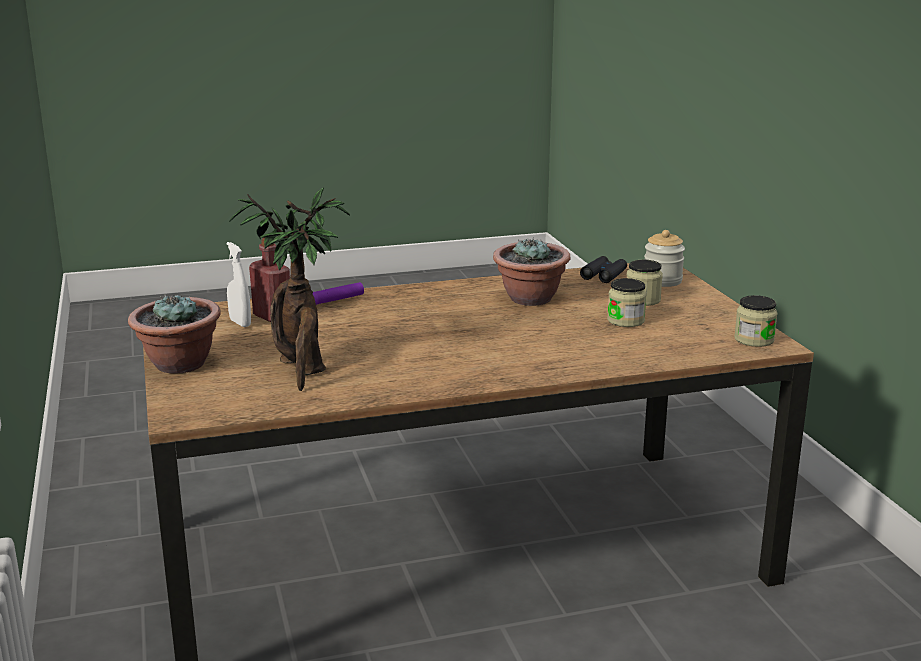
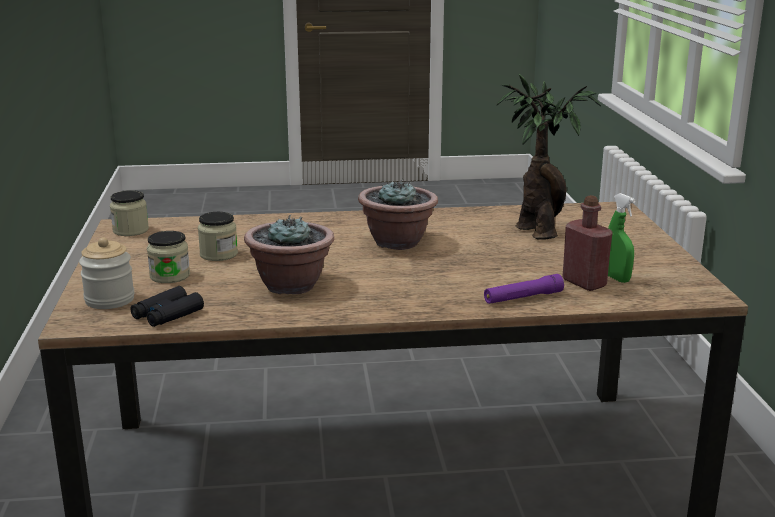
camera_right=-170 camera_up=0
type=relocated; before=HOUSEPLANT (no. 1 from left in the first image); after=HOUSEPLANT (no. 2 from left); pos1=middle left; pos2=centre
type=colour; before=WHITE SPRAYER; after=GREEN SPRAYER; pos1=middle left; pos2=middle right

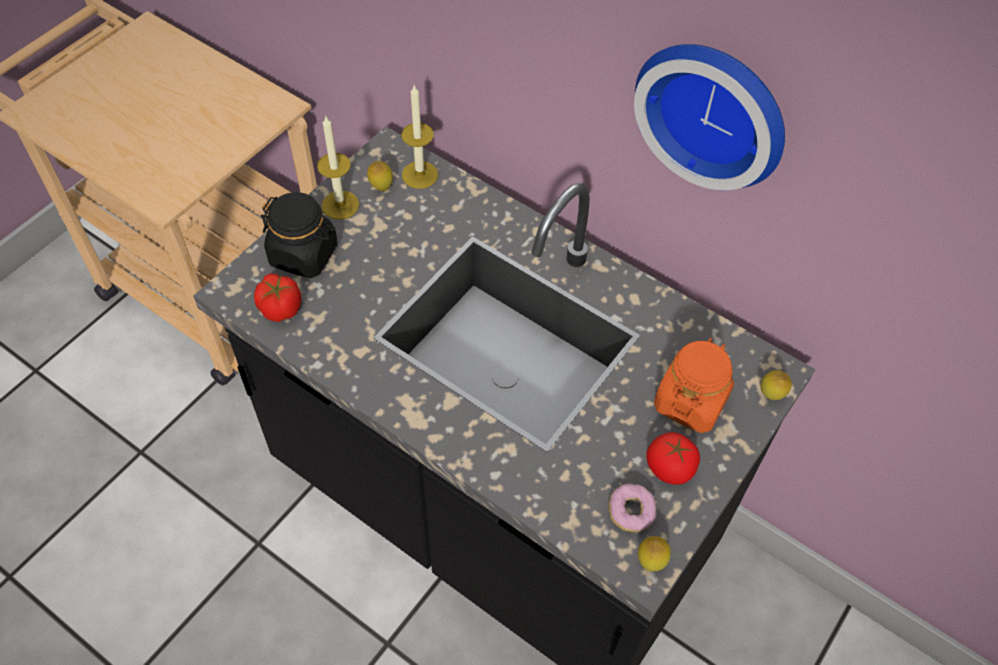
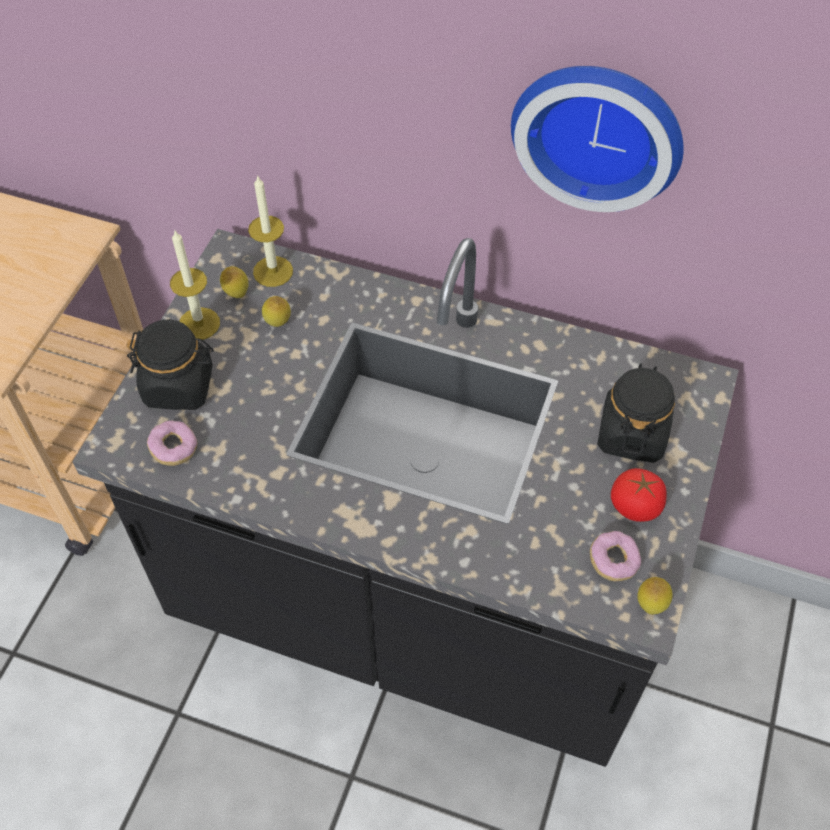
camera_right=-15 camera_up=0
type=relocated; before=LEMON (no. 3 from left in the first image); after=LEMON (no. 2 from left); pos1=middle right; pos2=middle left
type=exchanged; before=TOMATO (no. 1 from left); after=DONUT (no. 1 from left); pos1=middle left; pos2=middle left
type=colour; before=ORANGE PRESERVE JAR; after=BLACK PRESERVE JAR (no. 2 from left); pos1=middle right; pos2=middle right

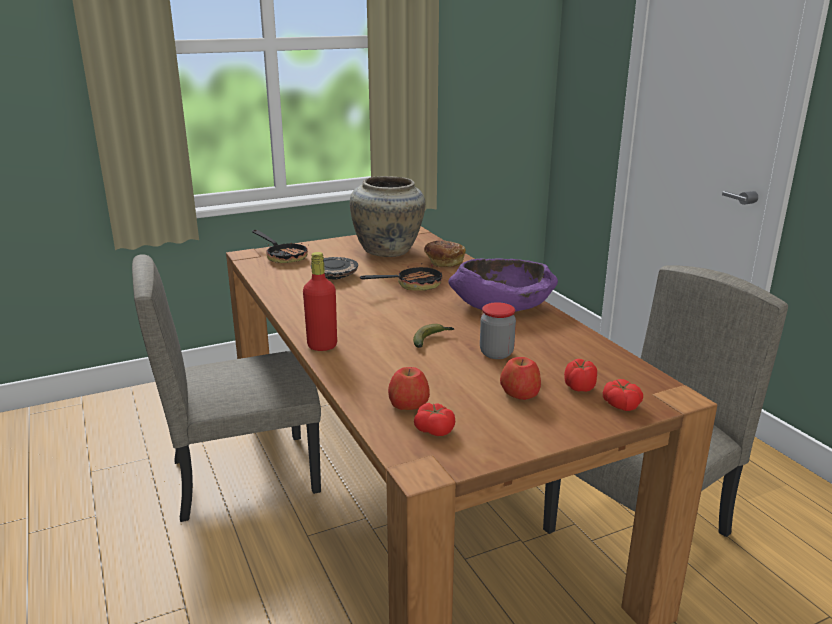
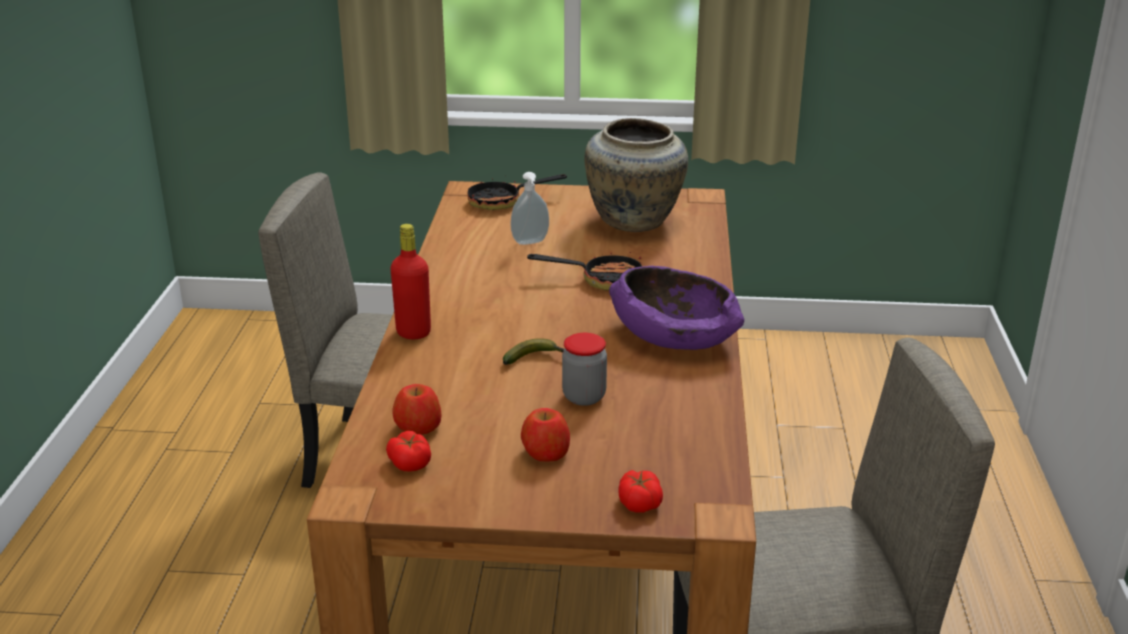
camera_right=30 camera_up=5
type=missing; before=BAKERY BREAD; pos1=centre
type=missing; before=TOMATO (no. 2 from left); pos1=middle right
type=exchanged; before=BLACK DINNER PLATE; after=SOAP BOTTLE; pos1=centre; pos2=top centre
type=spun; before=FRYING PAN (no. 1 from left); pos1=centre; pos2=top centre; turn=90

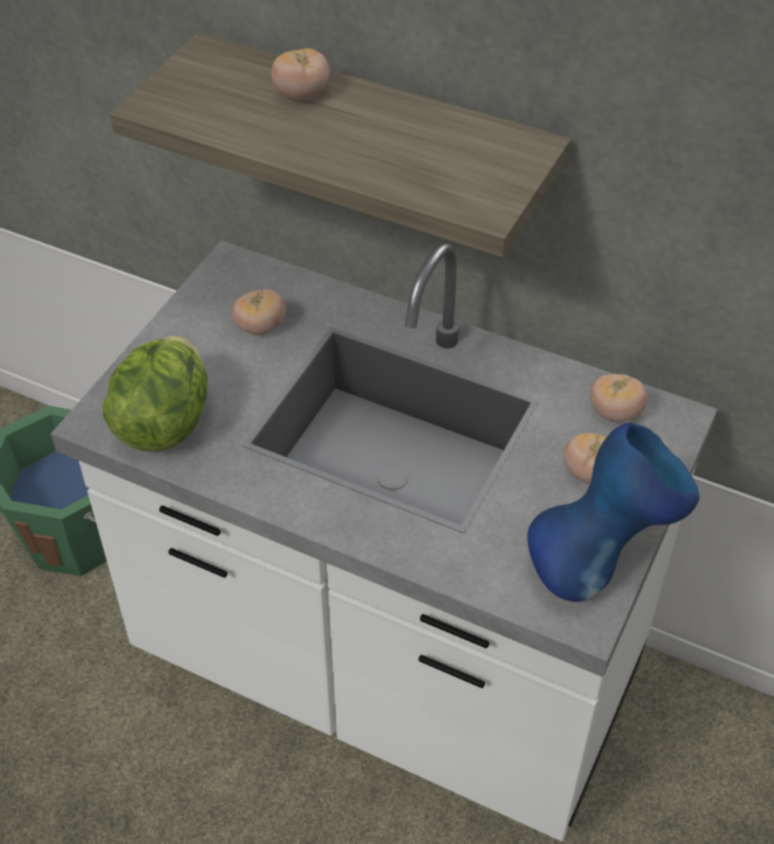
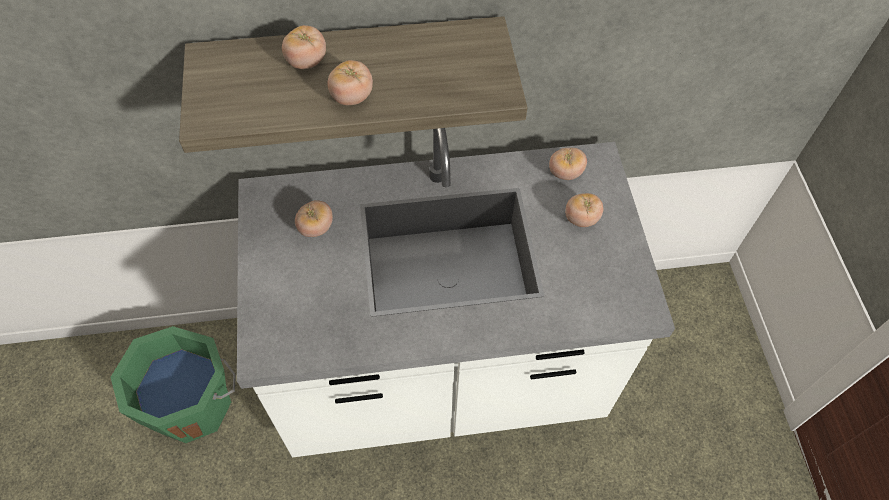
camera_right=-35 camera_up=10
type=missing; before=HEAD OF LETTUCE; pos1=middle left
type=missing; before=BLUE DECORATIVE VASE; pos1=middle right
type=appeared; after=TOMATO (no. 3 from left); pos2=top centre

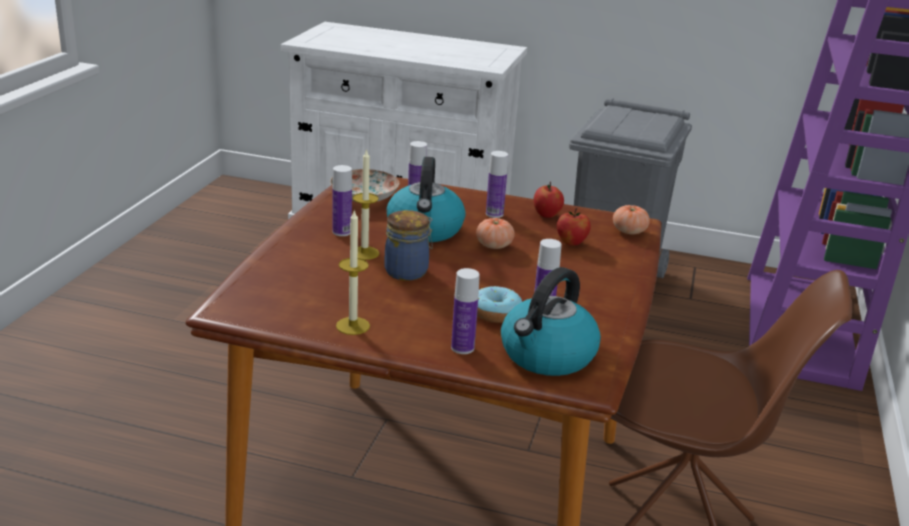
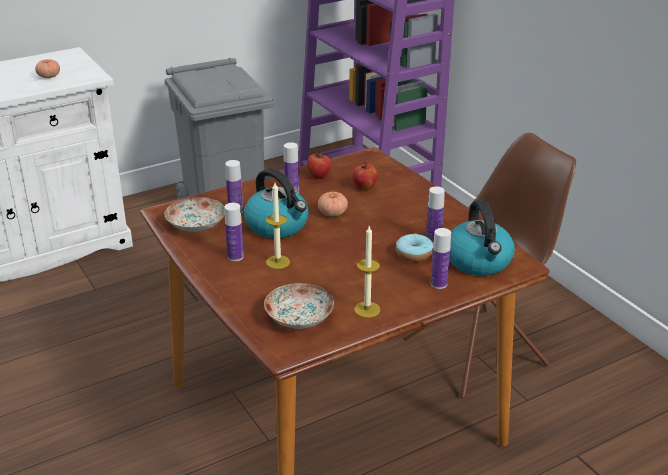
camera_right=-45 camera_up=5
type=missing; before=PRESERVE JAR; pos1=centre
type=appeared; after=DINNER PLATE (no. 2 from left); pos2=centre
type=relocated; before=TOMATO (no. 2 from left in the first image); after=TOMATO (no. 1 from left); pos1=middle right; pos2=top left

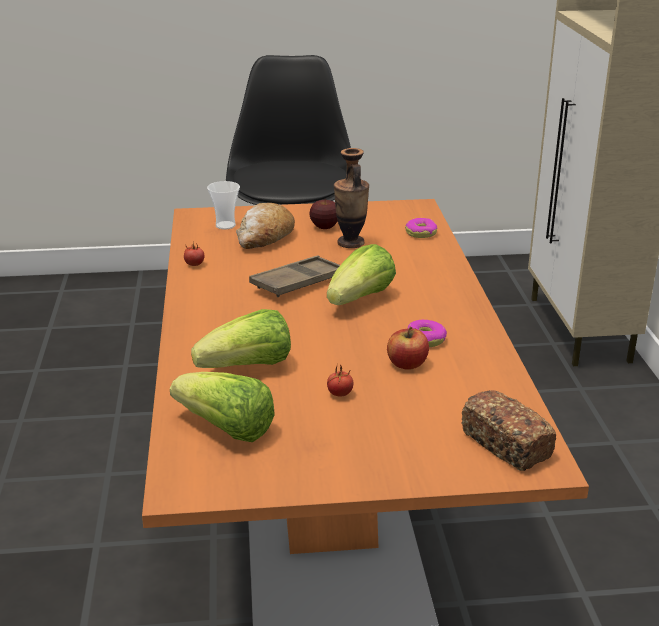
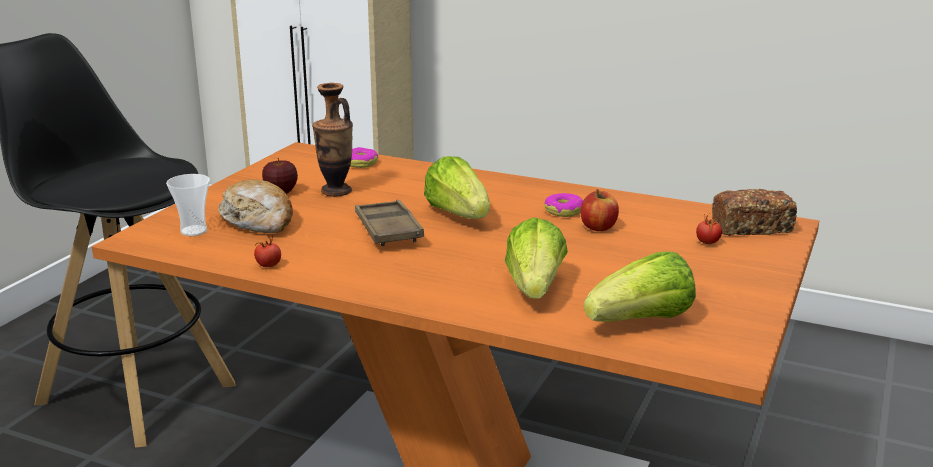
camera_right=-60 camera_up=-5
type=relocated; before=TOMATO (no. 2 from left); pos1=centre; pos2=middle right

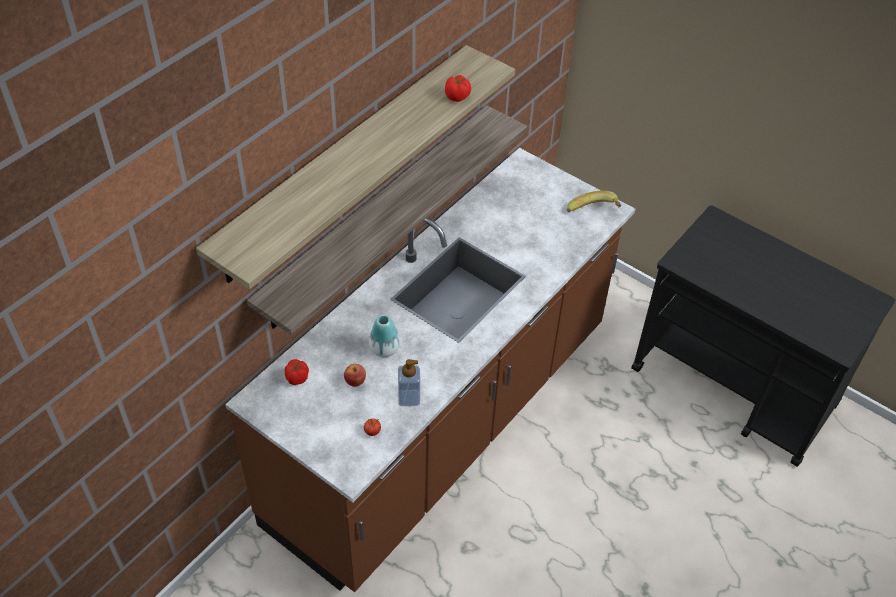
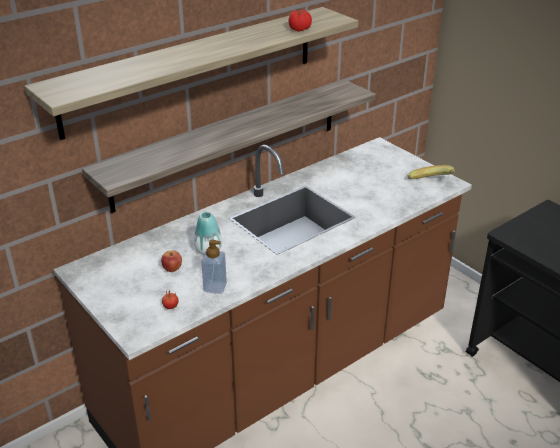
camera_right=15 camera_up=-15
type=missing; before=TOMATO (no. 1 from left); pos1=middle left

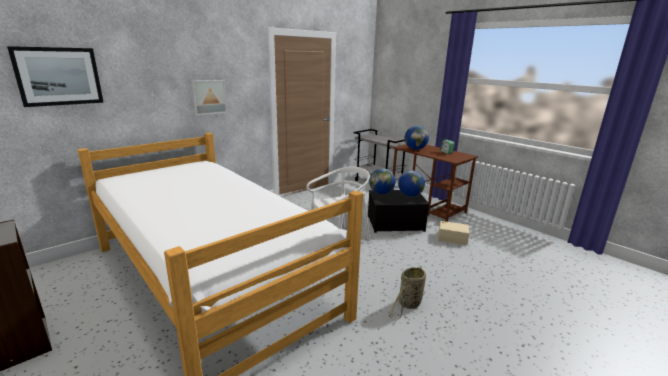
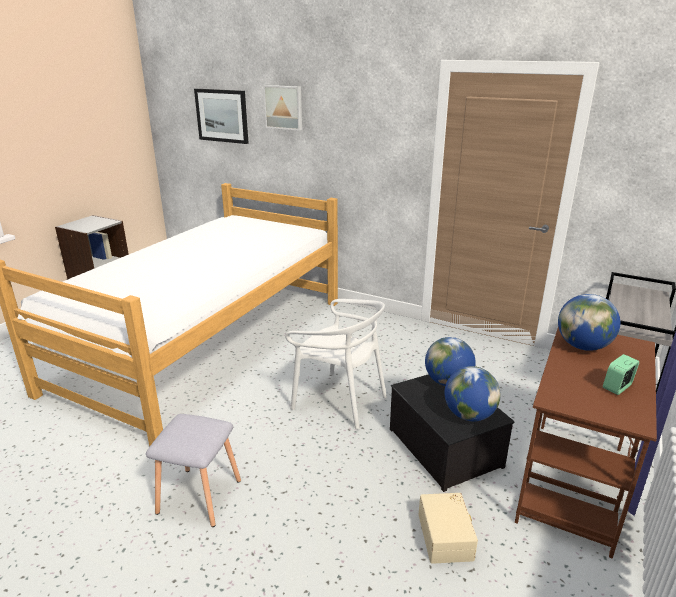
camera_right=70 camera_up=5
type=relocated; before=PICTURE (no. 2 from left); pos1=top left; pos2=top centre
type=exchanged; before=STORAGE BASKET; after=GRAY STOOL SEAT; pos1=bottom centre; pos2=bottom left

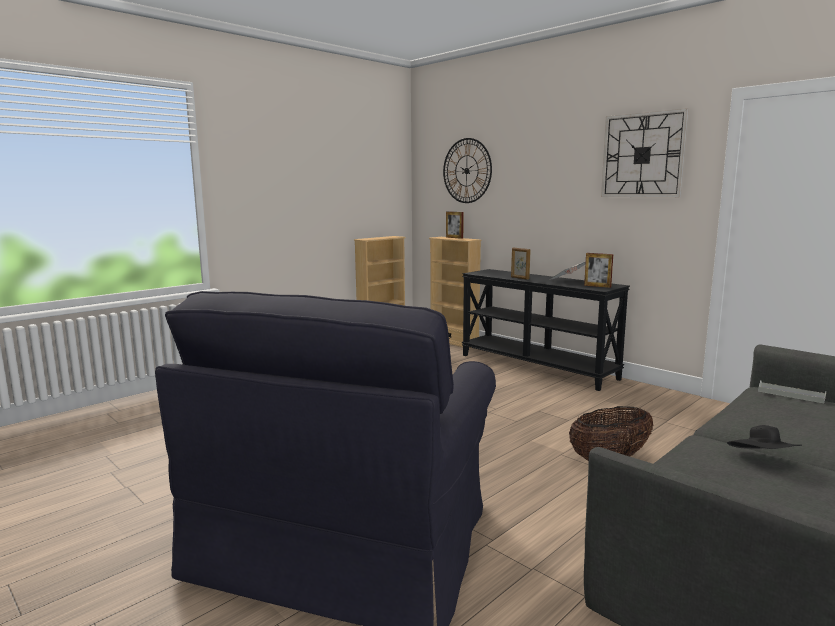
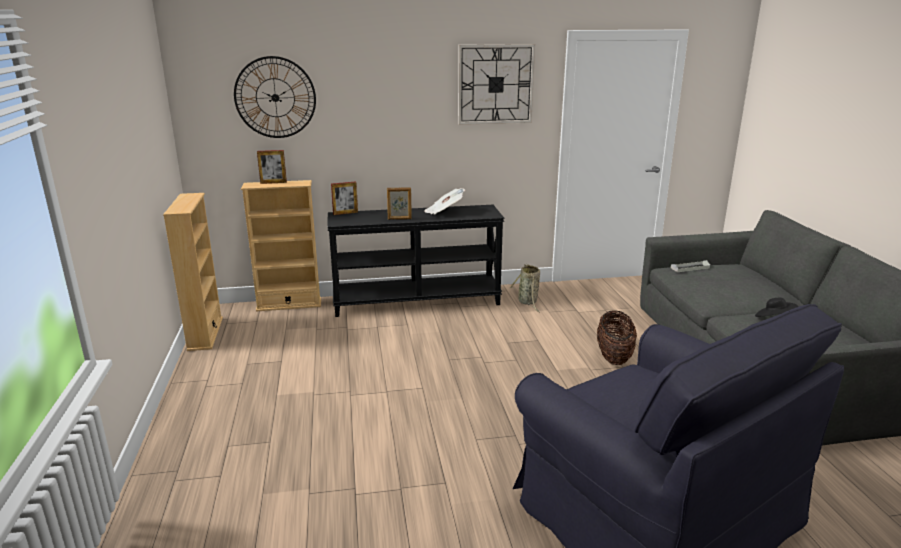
camera_right=-55 camera_up=10
type=appeared; after=STORAGE BASKET (no. 1 from left); pos2=centre
type=relocated; before=STANDING FRAME (no. 3 from left in the first image); after=STANDING FRAME (no. 2 from left); pos1=middle right; pos2=centre

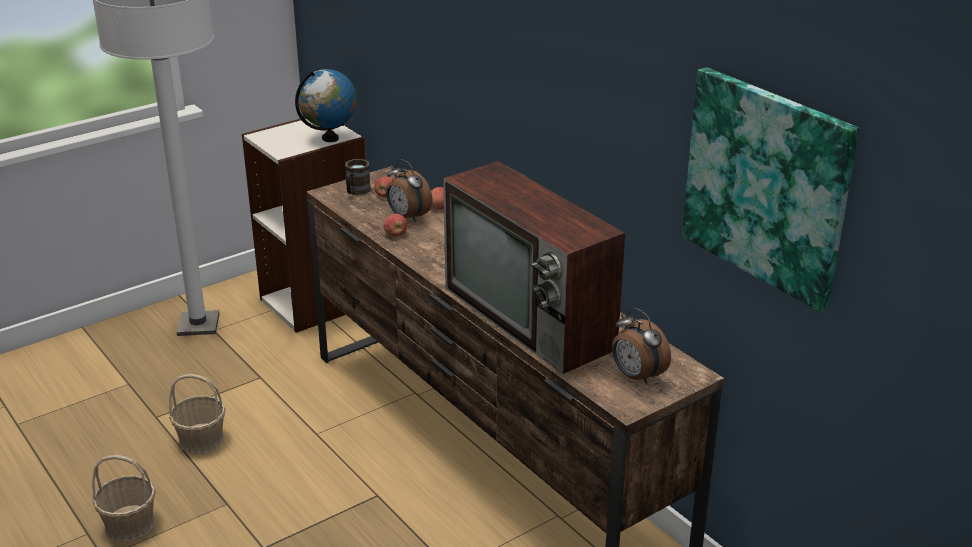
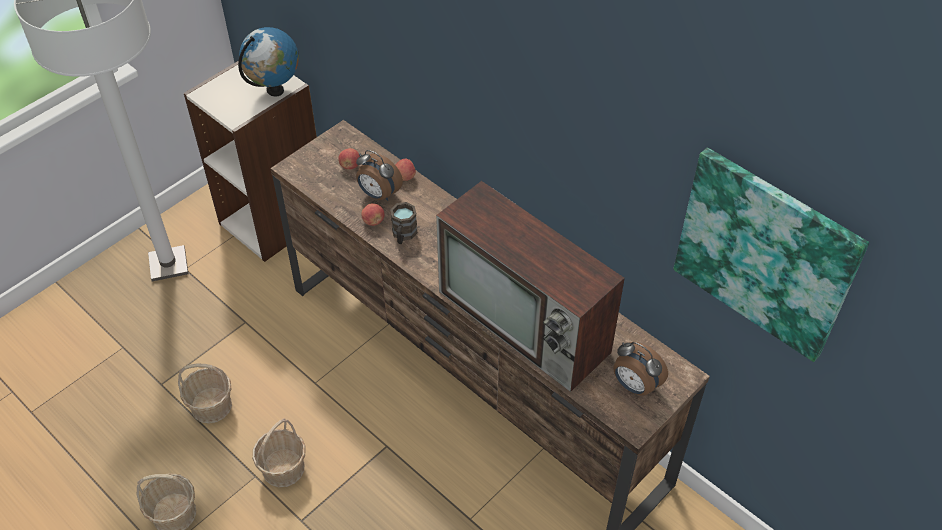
camera_right=-10 camera_up=20
type=appeared; after=STORAGE BASKET (no. 3 from left); pos2=bottom left
type=relocated; before=BROWN-COLOURED TEA MUG; pos1=top centre; pos2=centre

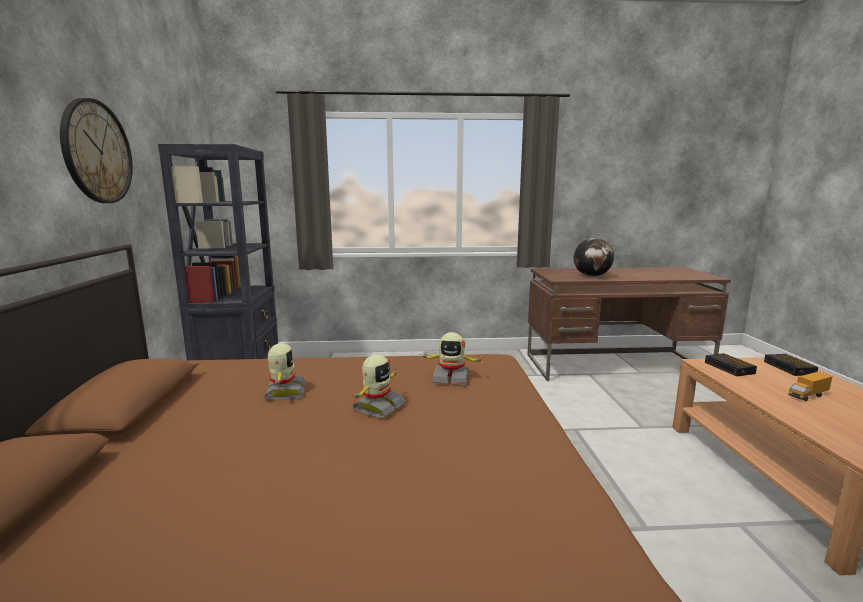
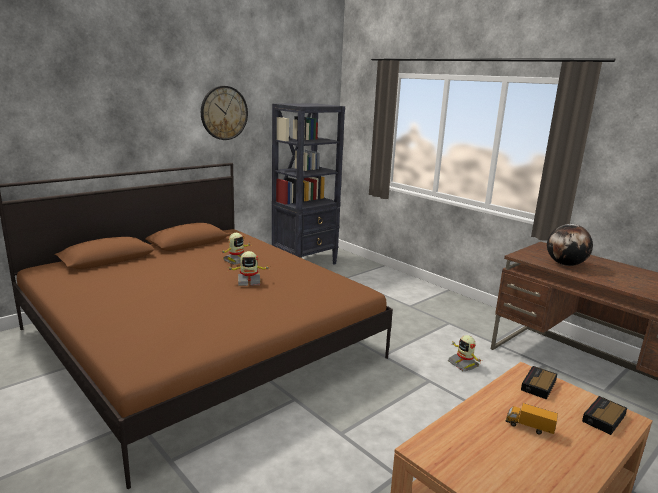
camera_right=50 camera_up=5
type=relocated; before=TOY ROBOT (no. 3 from left); pos1=centre; pos2=bottom right

